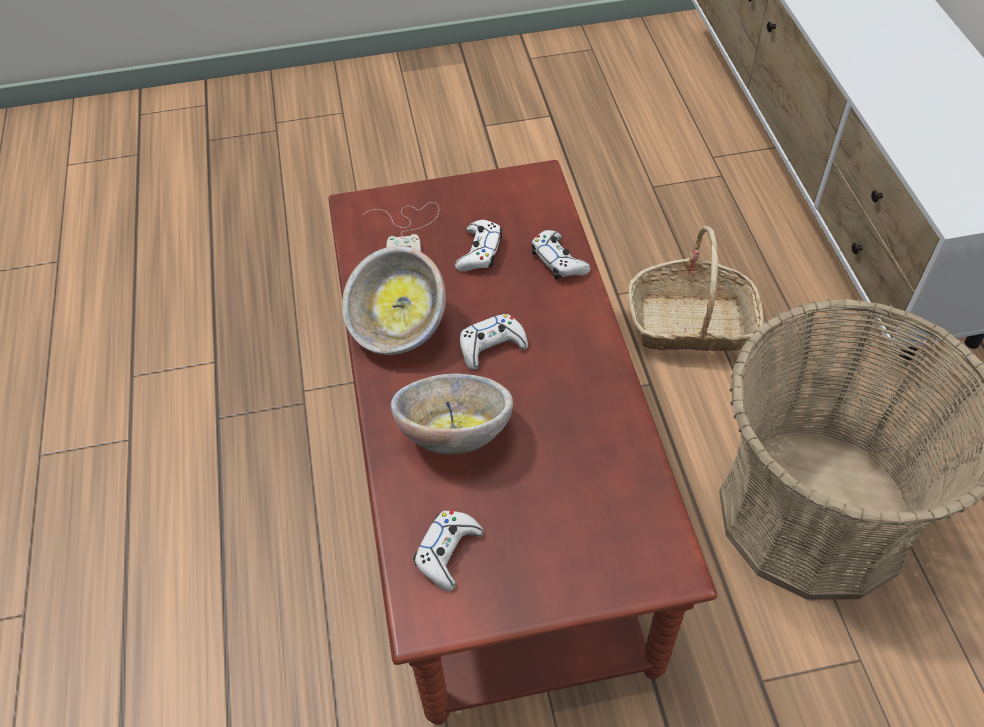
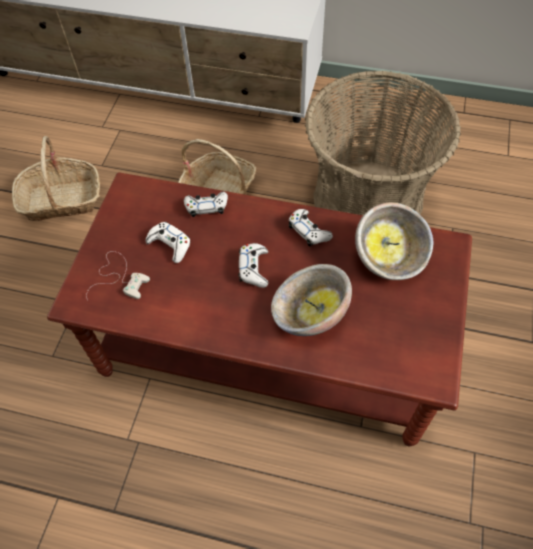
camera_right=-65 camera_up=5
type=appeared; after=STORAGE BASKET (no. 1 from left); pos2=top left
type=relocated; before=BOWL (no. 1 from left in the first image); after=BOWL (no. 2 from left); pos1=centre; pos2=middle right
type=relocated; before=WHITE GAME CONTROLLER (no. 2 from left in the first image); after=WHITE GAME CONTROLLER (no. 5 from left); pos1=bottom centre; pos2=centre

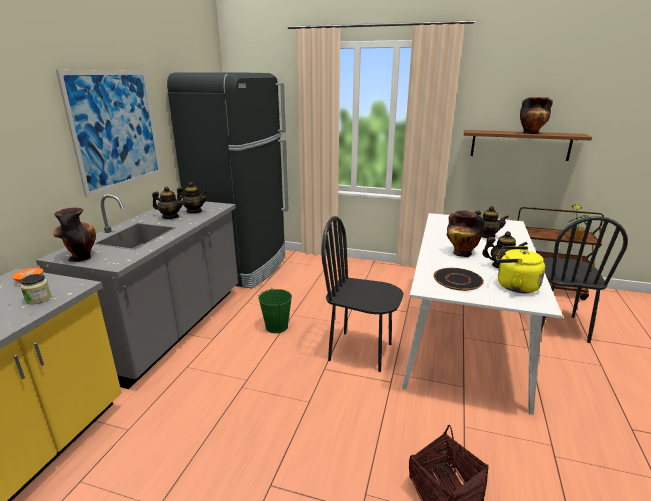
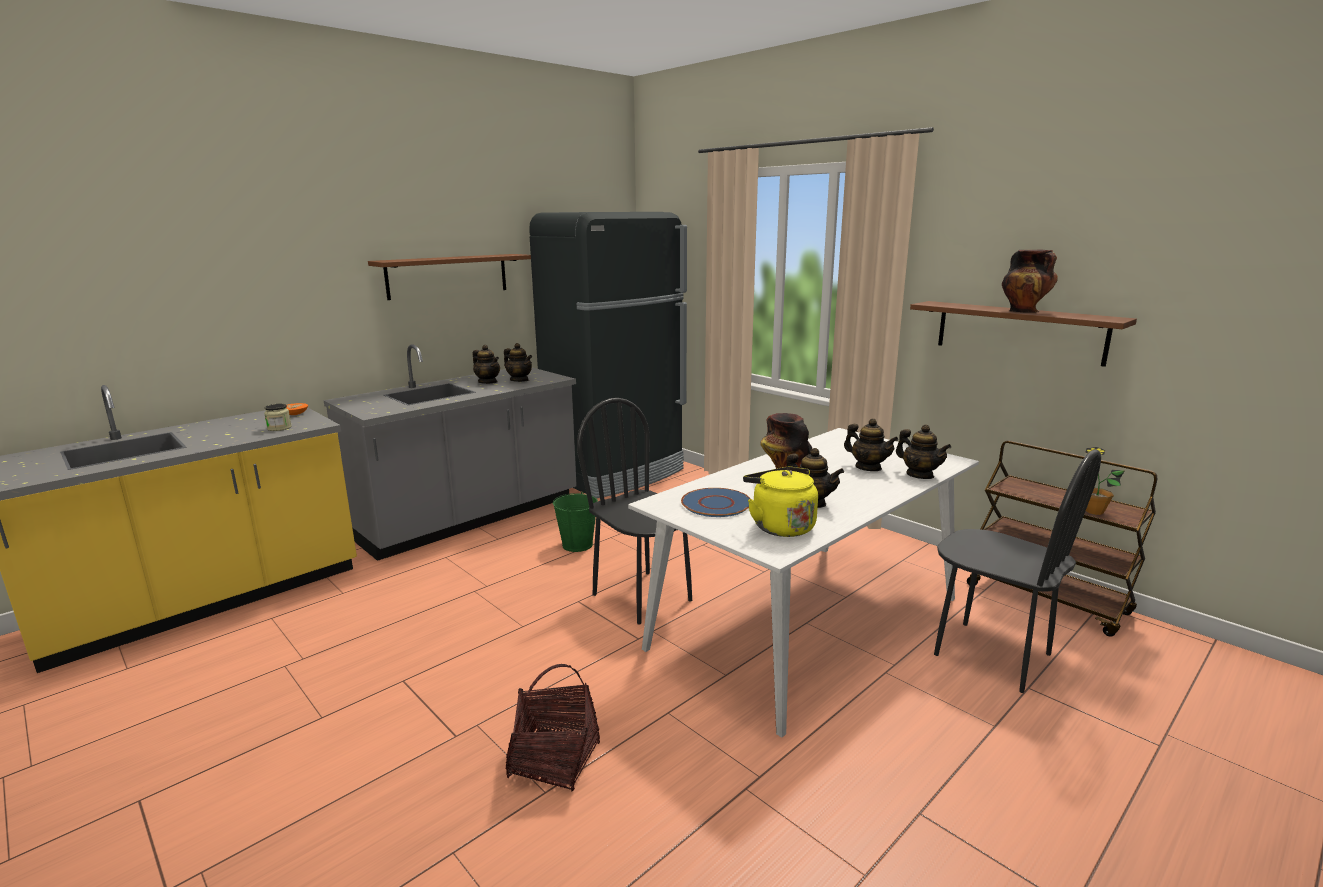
camera_right=30 camera_up=-5
type=missing; before=DECORATIVE VASE (no. 1 from left); pos1=middle left
type=appeared; after=TEA POT (no. 5 from left); pos2=middle right
type=exchanged; before=PICTURE; after=BROWN-COLOURED SHELF (no. 1 from left); pos1=top left; pos2=top centre
type=colour; before=BLACK DINNER PLATE; after=BLUE DINNER PLATE; pos1=middle right; pos2=centre
type=spun; before=BLACK PLAIN CHAIR (no. 2 from left); pos1=middle right; pos2=middle right; turn=-90

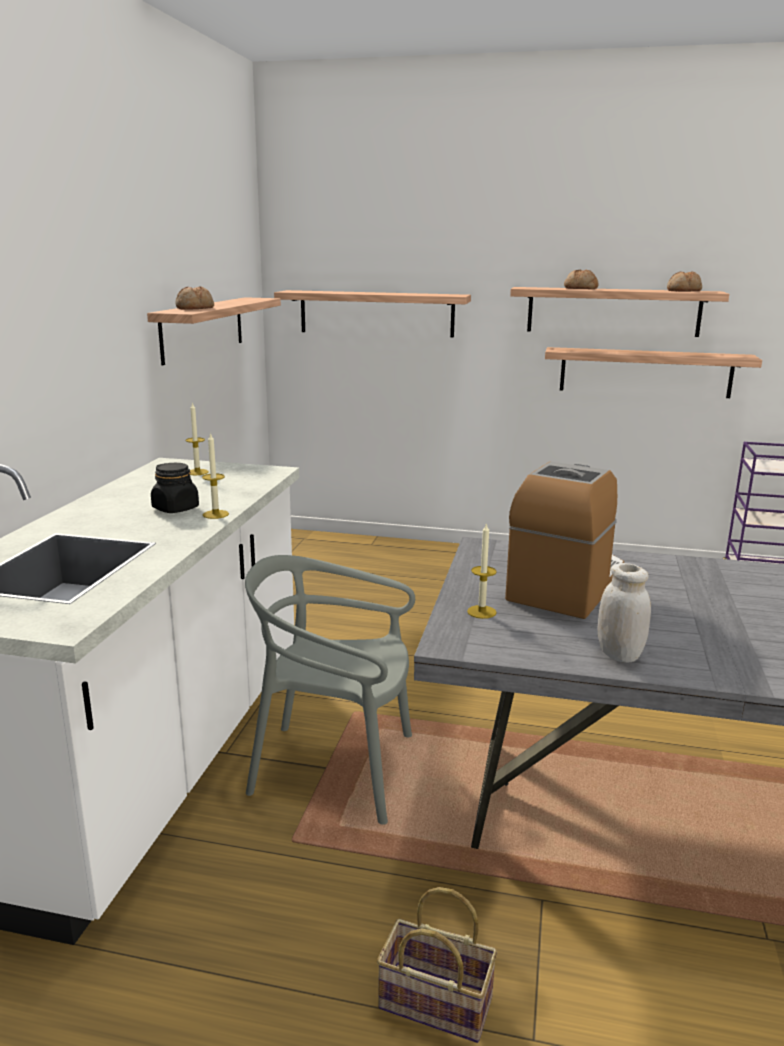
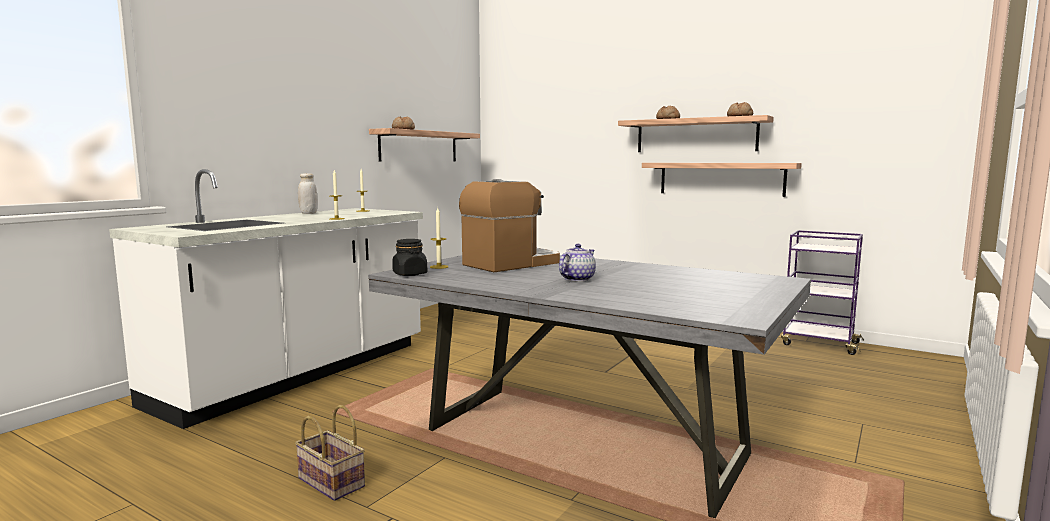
camera_right=20 camera_up=-10
type=missing; before=GRAY PLAIN CHAIR; pos1=centre
type=missing; before=SHELF (no. 2 from left); pos1=top centre
type=appeared; after=TEA POT; pos2=centre
type=relocated; before=BLACK PRESERVE JAR; pos1=middle left; pos2=centre
type=relocated; before=WHITE PRESERVE JAR; pos1=middle right; pos2=middle left

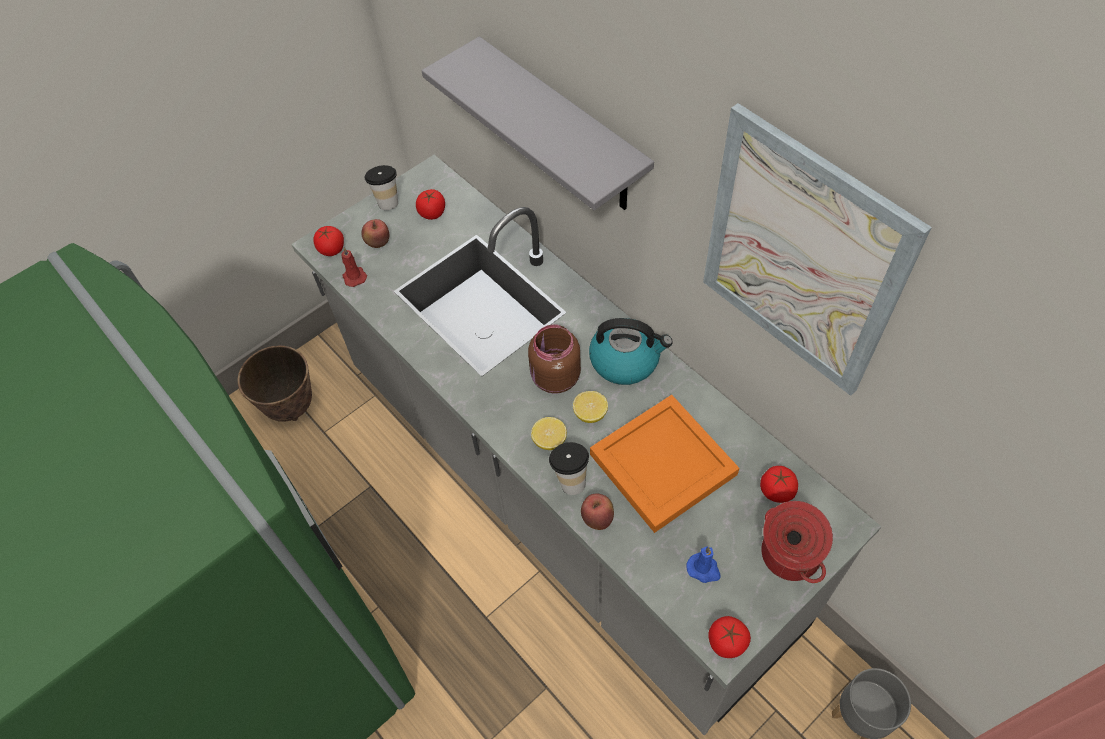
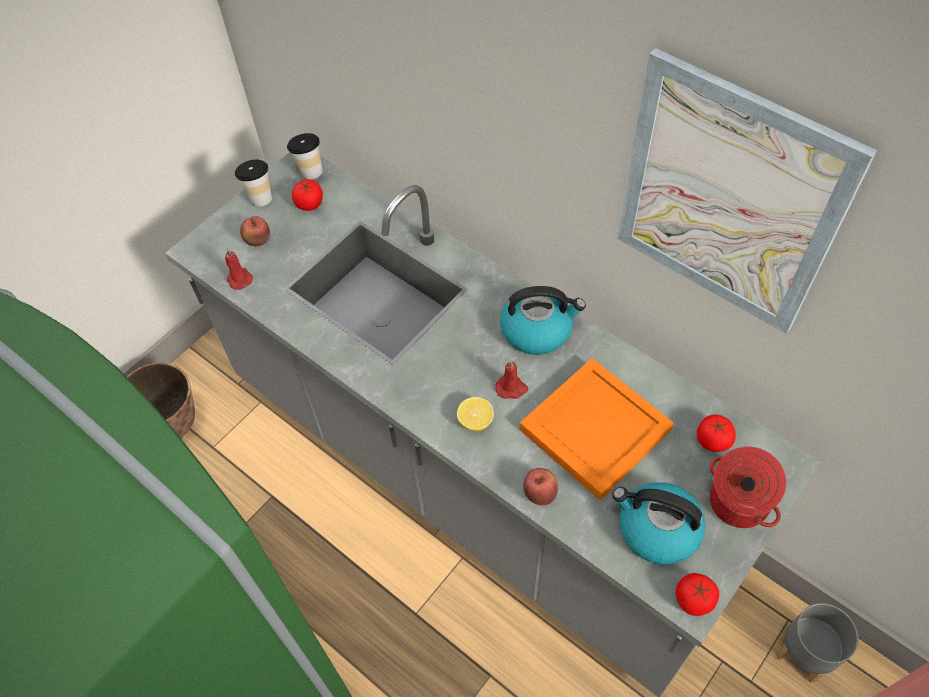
camera_right=-10 camera_up=0
type=missing; before=TOMATO (no. 1 from left); pos1=top left
type=missing; before=GRAY SHELF; pos1=top centre
type=missing; before=BROWN-COLOURED PRESERVE JAR; pos1=centre
type=relocated; before=CUP (no. 2 from left); pos1=centre; pos2=top left
type=exchanged; before=LEMON (no. 2 from left); after=RED WAX CANDLE (no. 2 from left); pos1=centre; pos2=centre
type=exchanged; before=BLUE WAX CANDLE; after=TEA KETTLE (no. 2 from left); pos1=bottom centre; pos2=bottom right

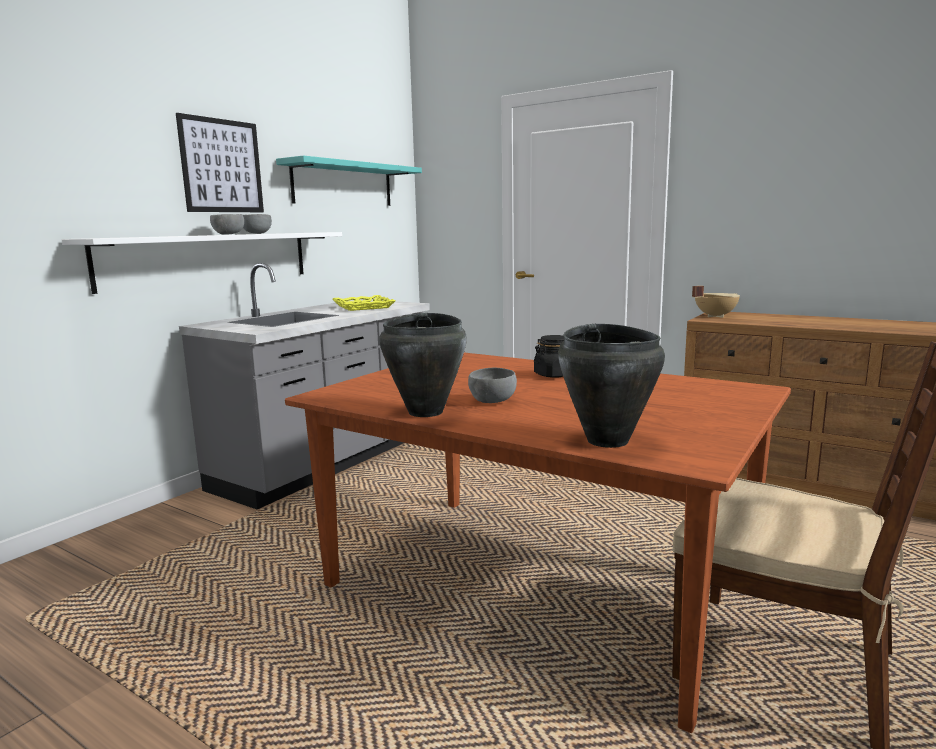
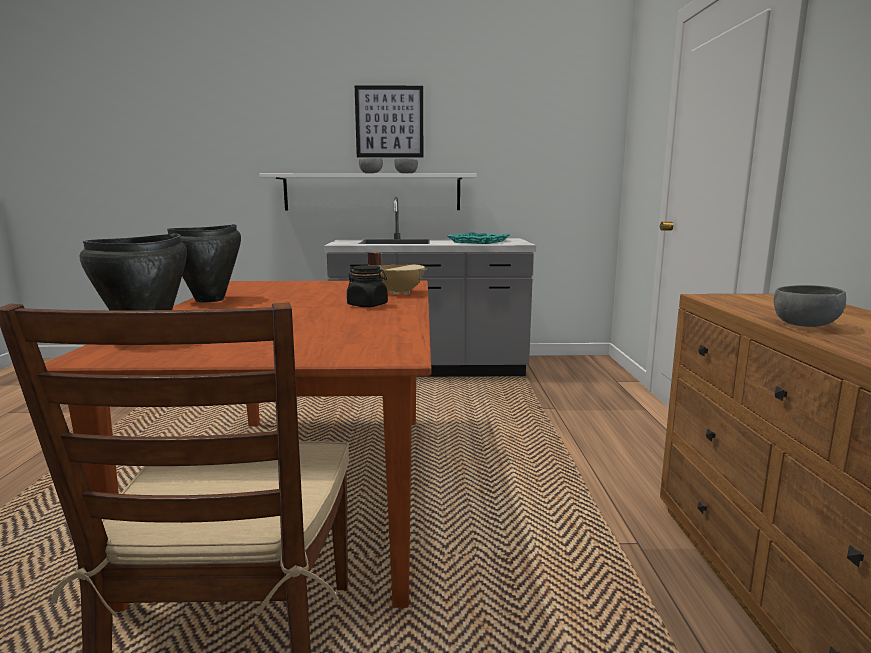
camera_right=55 camera_up=0
type=missing; before=BLUE-GREEN SHELF; pos1=top centre
type=relocated; before=GRAY BOWL (no. 3 from left); pos1=centre; pos2=middle right
type=relocated; before=SAND-COLOURED SAUCEPOT; pos1=middle right; pos2=centre
type=colour; before=YELLOWISH TRAY; after=BLUE-GREEN TRAY; pos1=centre; pos2=centre

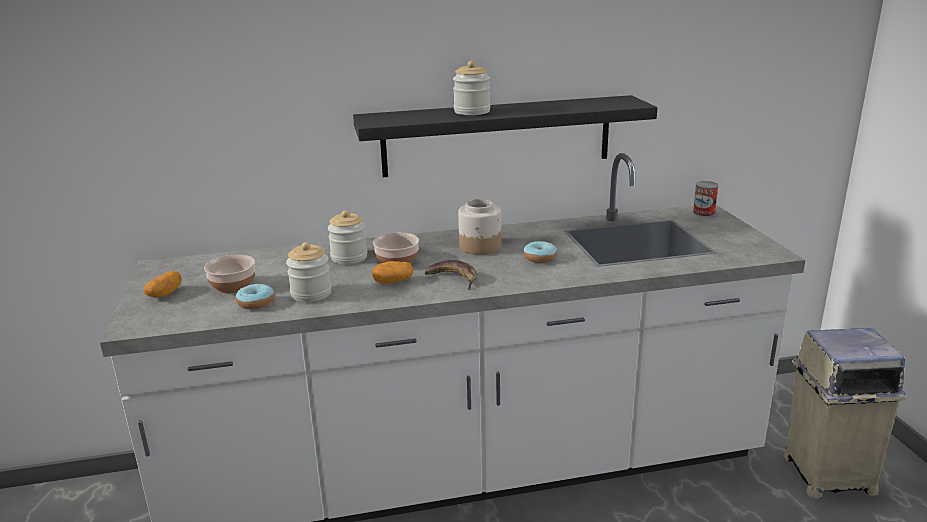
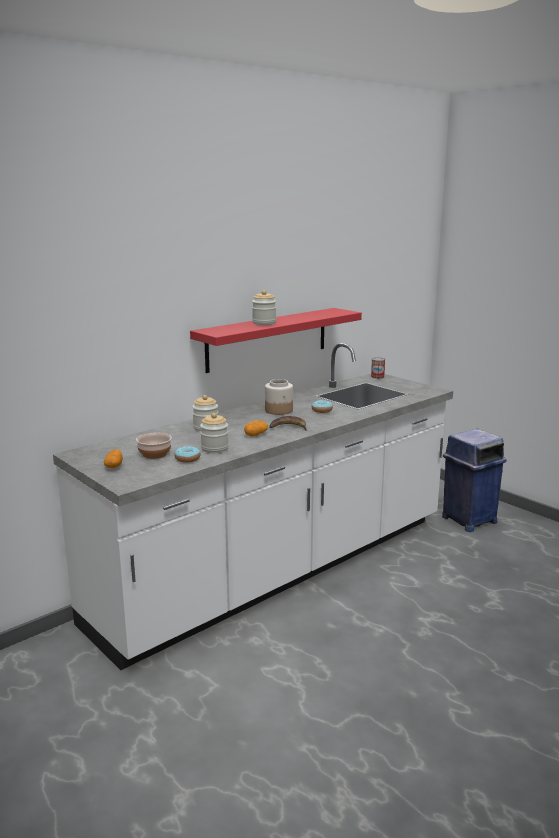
camera_right=-30 camera_up=-5
type=missing; before=BOWL (no. 2 from left); pos1=centre
type=colour; before=BLACK SHELF; after=RED SHELF; pos1=top centre; pos2=centre
type=colour; before=SAND-COLOURED RUBBISH BIN; after=BLUE RUBBISH BIN; pos1=bottom right; pos2=middle right

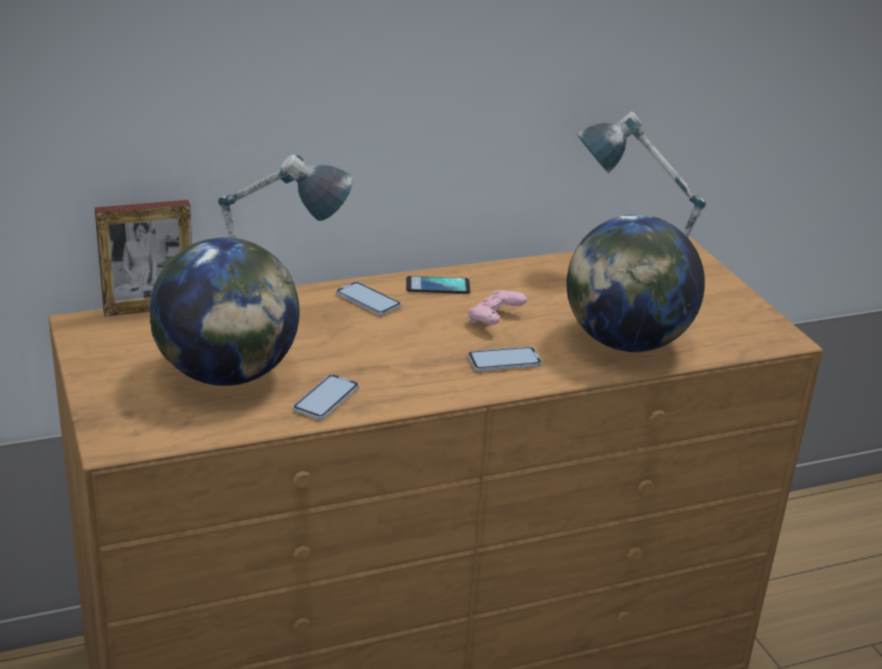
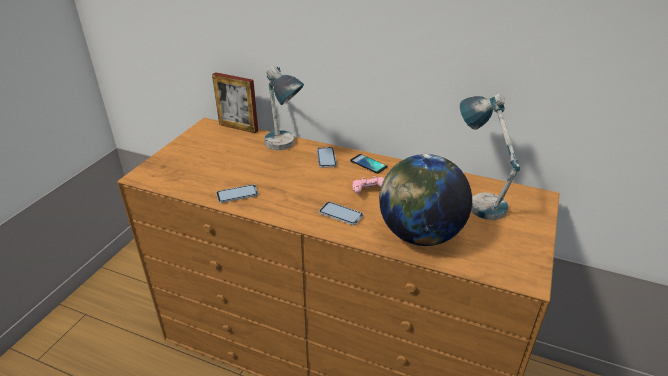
camera_right=45 camera_up=5
type=missing; before=DESK GLOBE (no. 1 from left); pos1=middle left

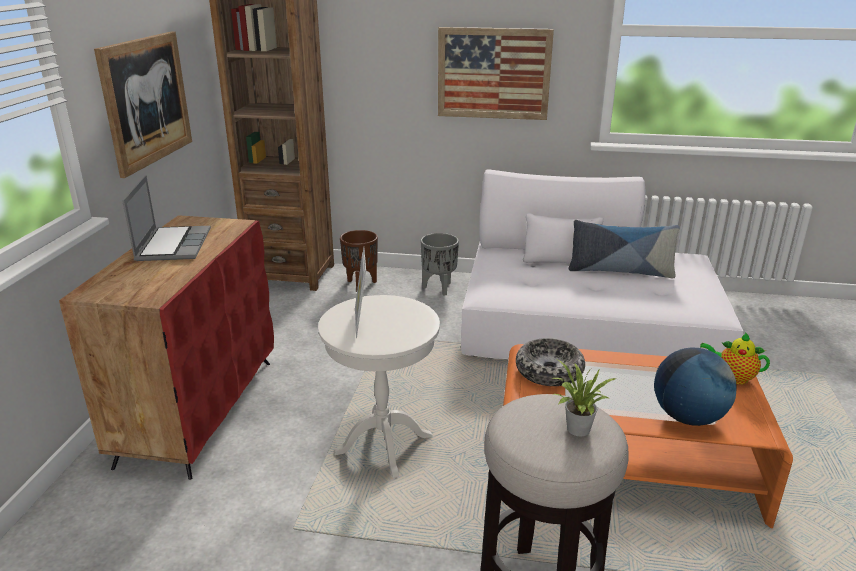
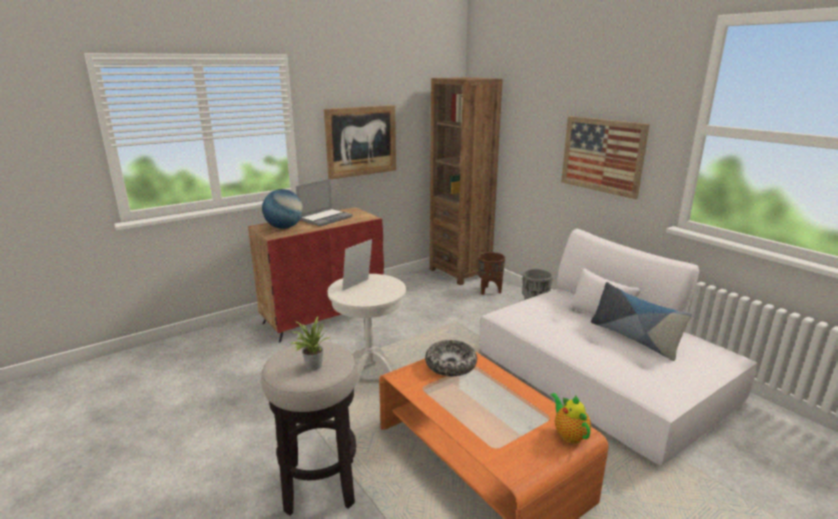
camera_right=45 camera_up=-5
type=relocated; before=DESK GLOBE; pos1=bottom right; pos2=centre

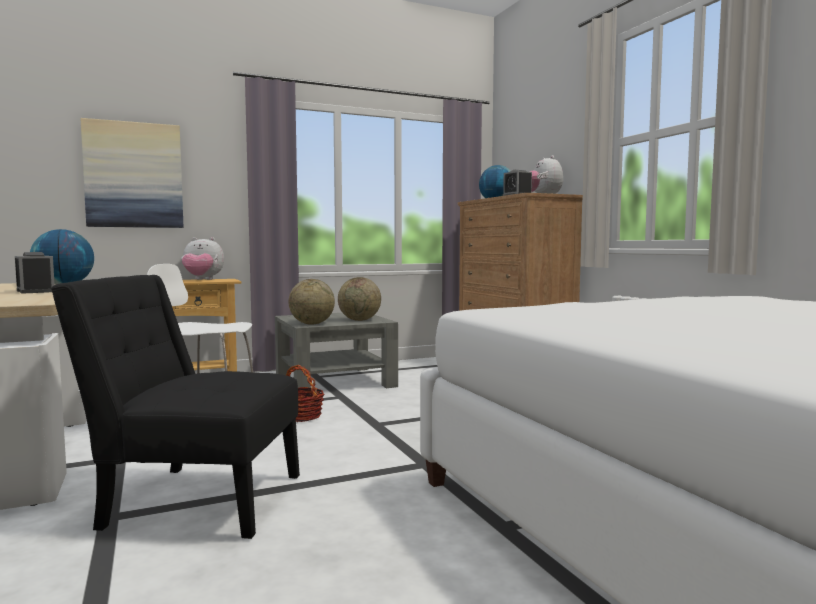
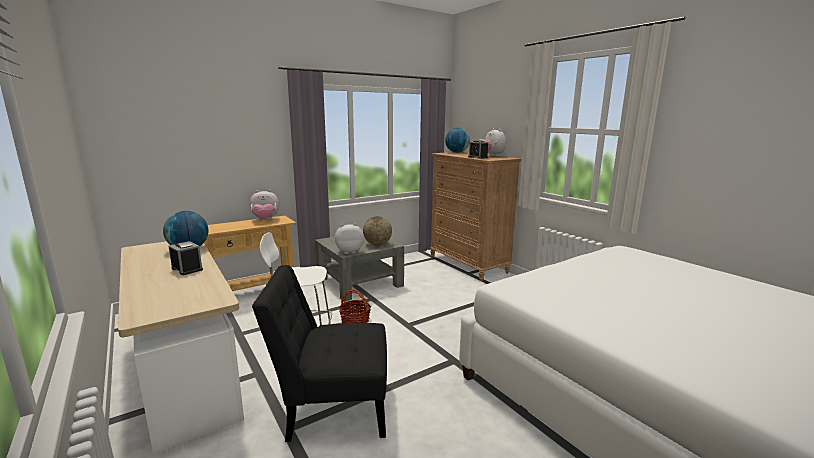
camera_right=-10 camera_up=10
type=missing; before=PICTURE; pos1=top left
type=exchanged; before=DESK GLOBE (no. 2 from left); after=CUDDLY TOY (no. 2 from left); pos1=centre; pos2=centre

